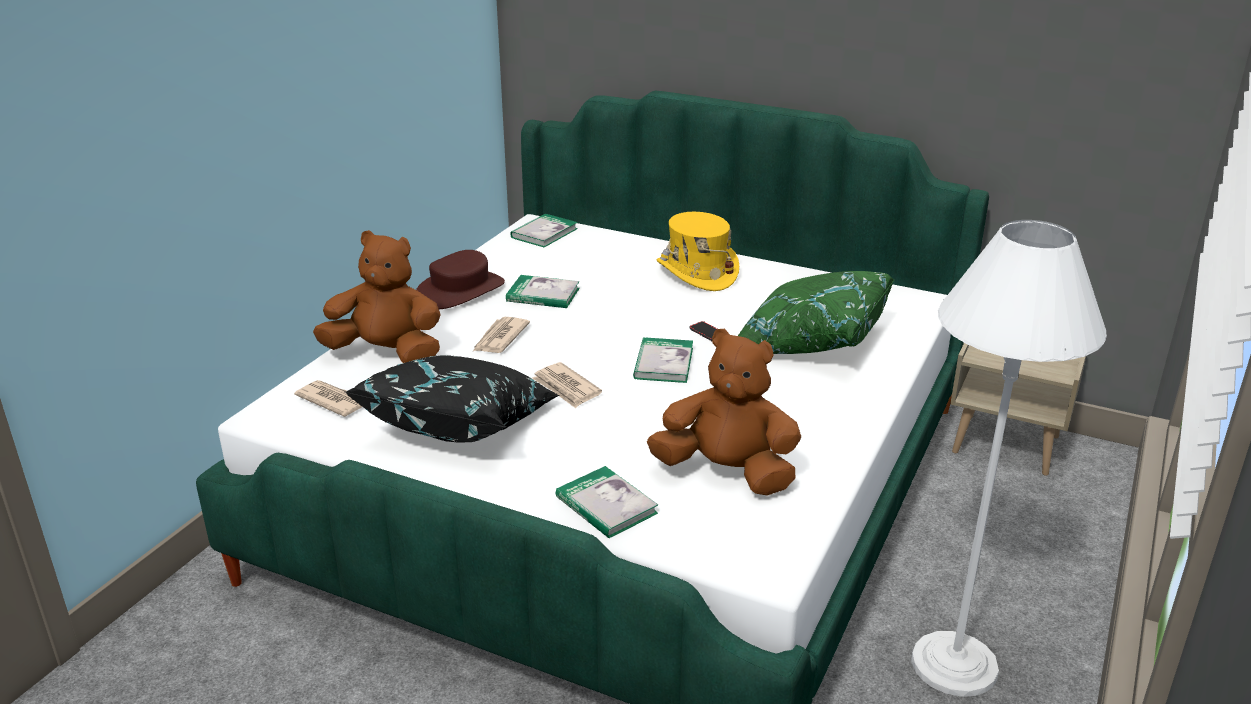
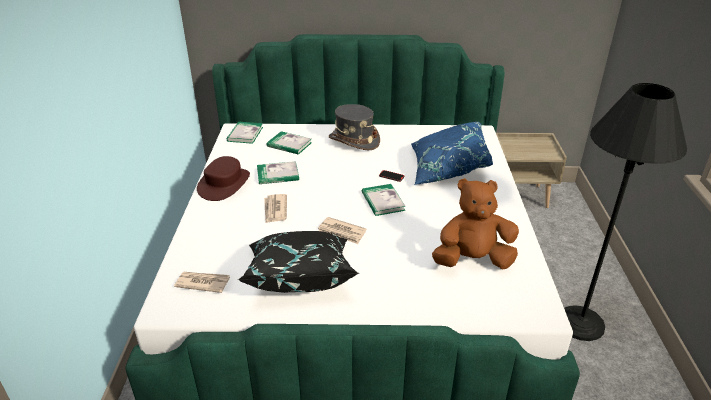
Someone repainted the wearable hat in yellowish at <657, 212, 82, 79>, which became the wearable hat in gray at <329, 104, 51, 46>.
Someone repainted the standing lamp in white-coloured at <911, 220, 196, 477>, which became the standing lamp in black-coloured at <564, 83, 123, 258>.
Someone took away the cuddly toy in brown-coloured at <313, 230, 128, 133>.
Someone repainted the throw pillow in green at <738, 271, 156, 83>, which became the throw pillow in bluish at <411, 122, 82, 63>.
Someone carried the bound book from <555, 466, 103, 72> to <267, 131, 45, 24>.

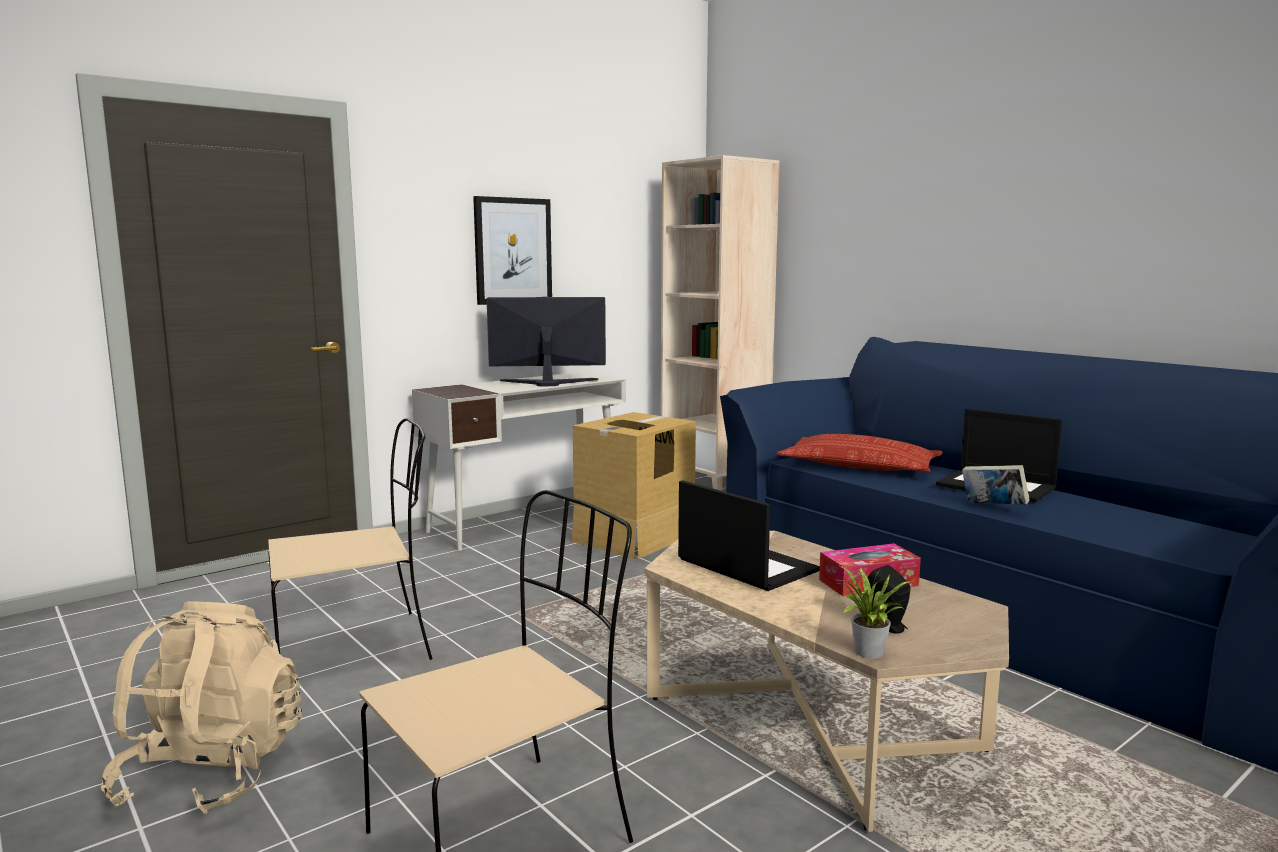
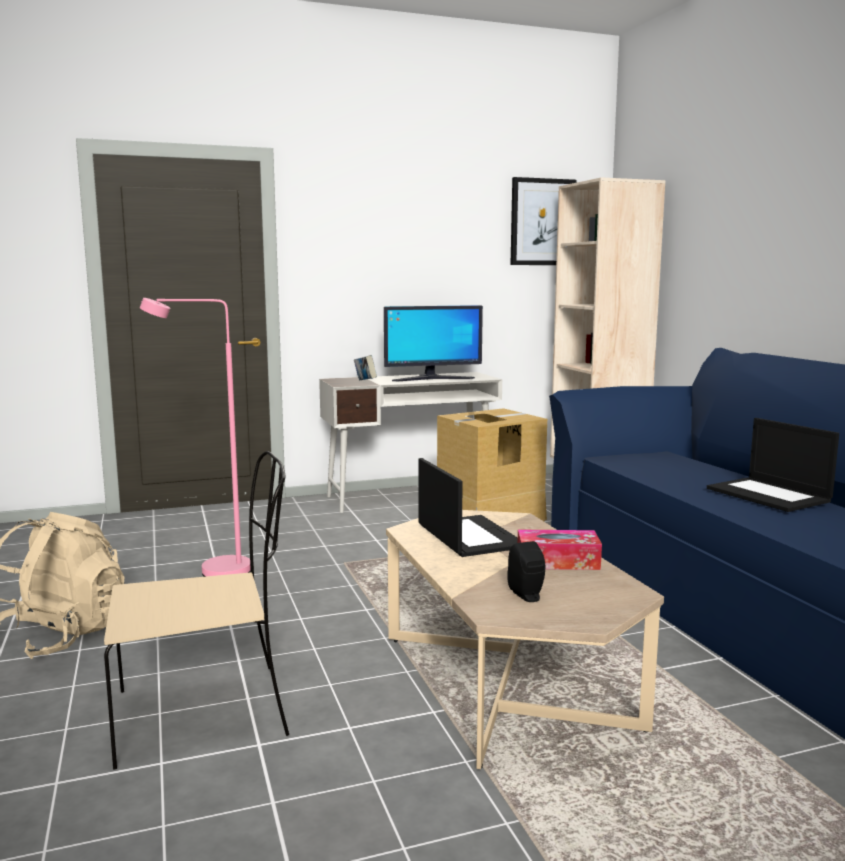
Someone carried the wall picture from <473, 196, 79, 109> to <510, 177, 66, 88>.
Someone rotated the computer display at <487, 297, 119, 89> by 150 degrees clockwise.
Someone swapped the chair in sand-coloured at <268, 418, 165, 242> for the standing lamp in pink-coloured at <140, 298, 111, 279>.
Someone took away the throw pillow at <776, 434, 167, 38>.
Someone carried the bound book from <962, 465, 68, 40> to <354, 355, 23, 25>.
Someone took away the houseplant at <838, 565, 73, 93>.

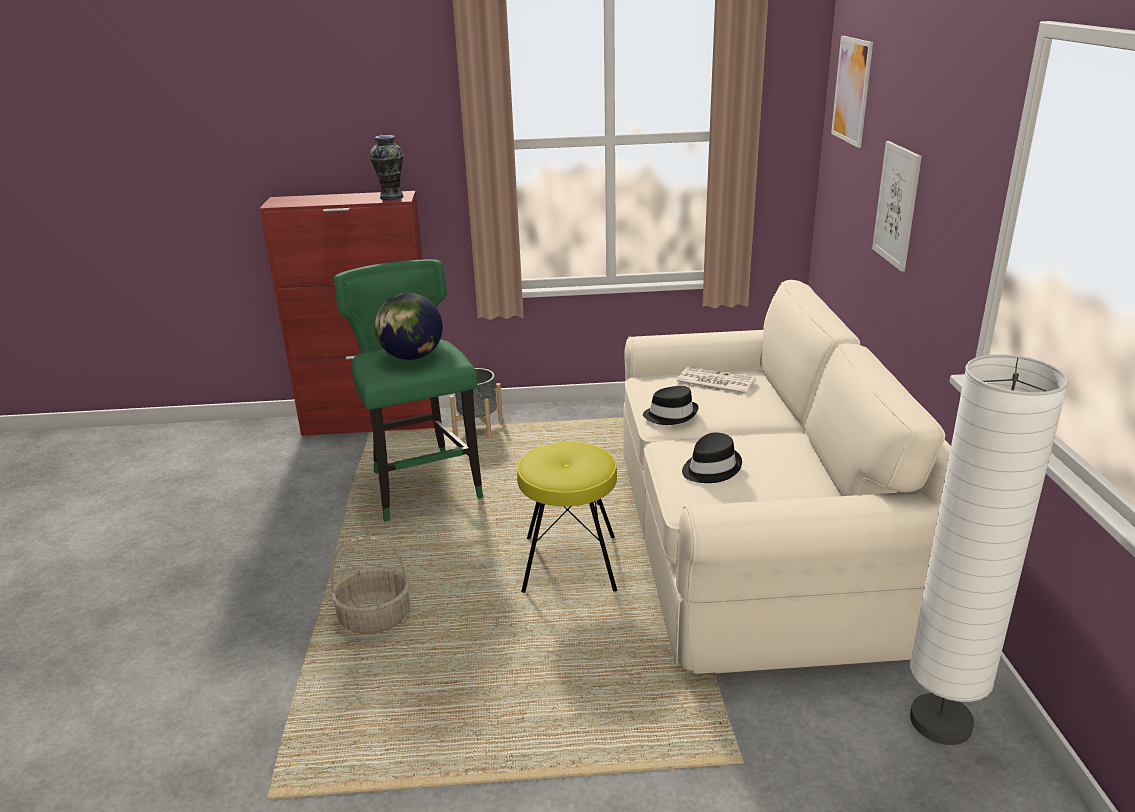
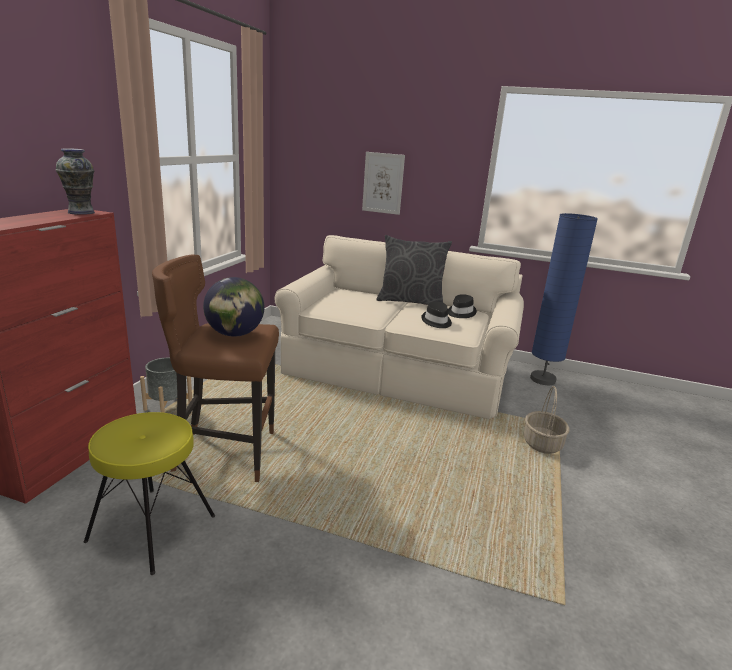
Someone took away the wall picture at <831, 36, 42, 112>.
Someone repainted the sitting stool in green at <334, 259, 149, 263>, which became the sitting stool in brown-coloured at <152, 254, 127, 228>.
Someone repainted the standing lamp in white-coloured at <910, 354, 159, 391>, which became the standing lamp in bluish at <530, 213, 68, 172>.
Someone took away the newspaper at <676, 366, 80, 30>.
Someone carried the wearable hat in black-coloured from <643, 386, 56, 39> to <448, 294, 29, 24>.
Someone carried the sitting stool in yellowish from <517, 442, 100, 151> to <84, 412, 131, 163>.
Someone carried the household basket from <330, 535, 80, 99> to <524, 386, 45, 68>.
Someone put down the throw pillow in gray at <376, 235, 76, 70>.

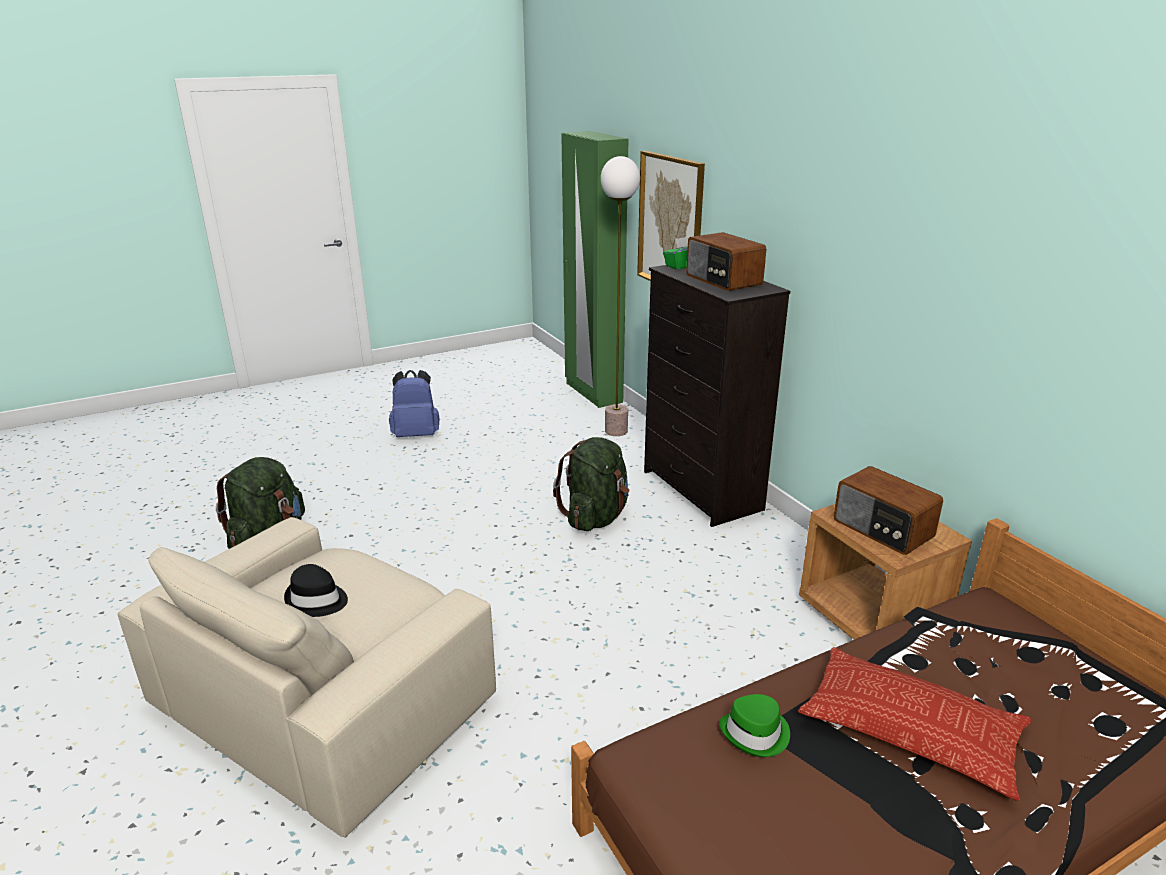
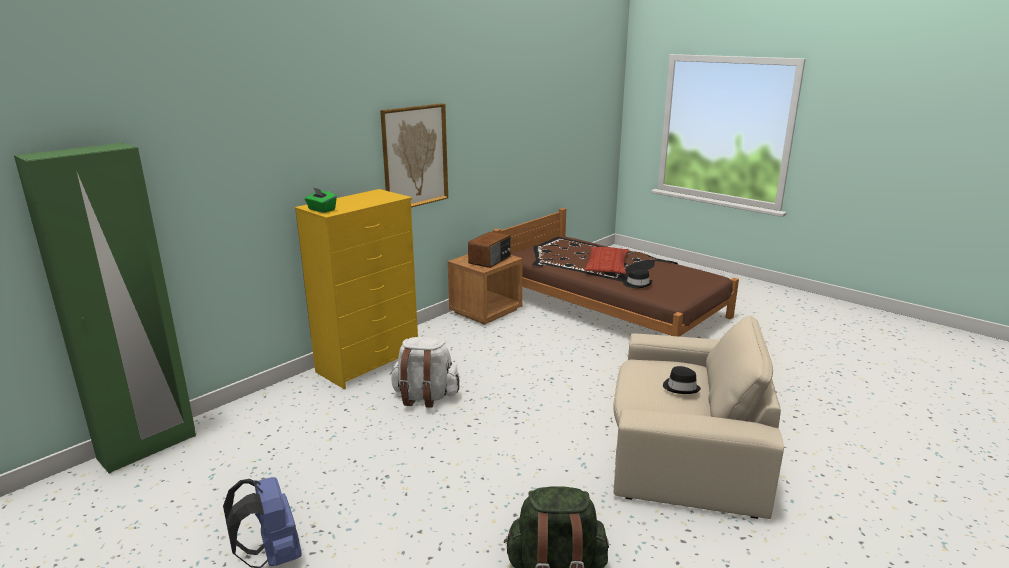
Someone carried the wall picture from <637, 151, 68, 130> to <380, 103, 68, 105>.
Someone took away the standing lamp at <601, 156, 39, 280>.
Someone took away the radio set at <686, 232, 81, 59>.
Someone repainted the chest of drawers in black-coloured at <644, 265, 146, 262>, which became the chest of drawers in yellowish at <295, 189, 123, 200>.
Someone repainted the rucksack in green at <553, 437, 77, 94>, which became the rucksack in white-coloured at <391, 337, 69, 71>.
Someone repainted the wearable hat in green at <719, 694, 71, 63>, which became the wearable hat in black-coloured at <623, 270, 30, 18>.

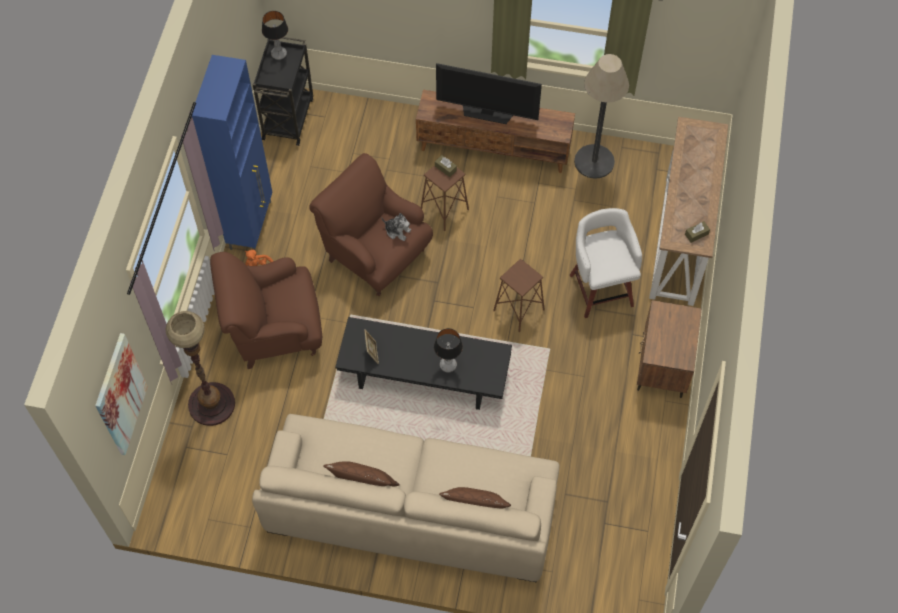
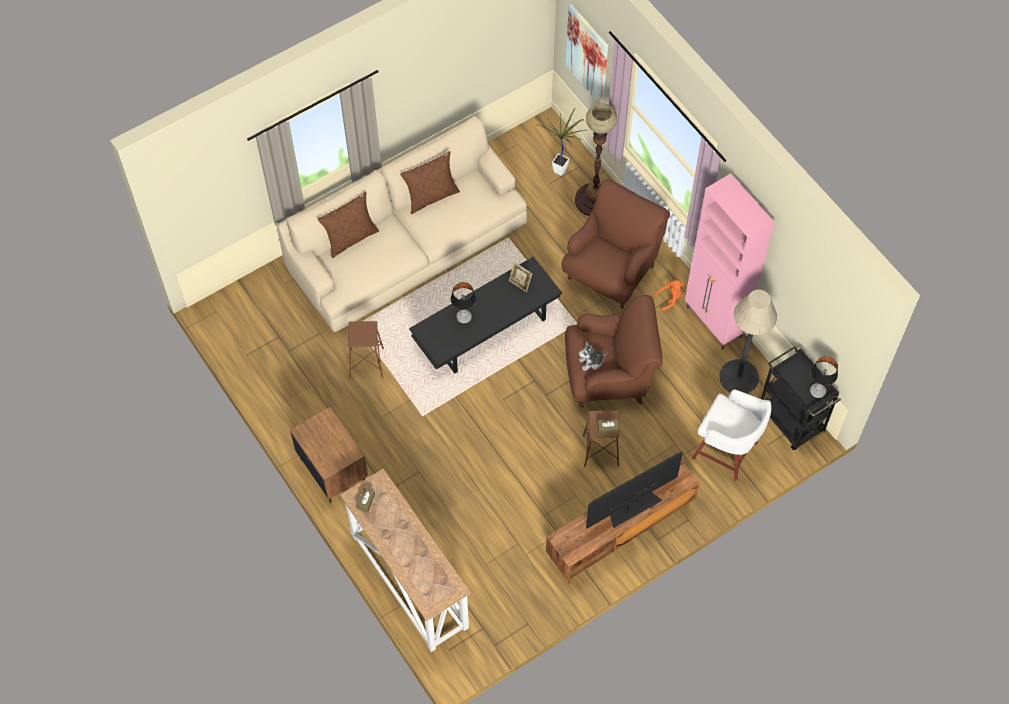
Someone carried the standing lamp from <574, 54, 55, 125> to <719, 290, 58, 104>.
Someone repainted the storage cabinet in bluish at <192, 55, 80, 196>, which became the storage cabinet in pink-coloured at <685, 174, 89, 176>.
Someone carried the sitting stool in white-coloured from <570, 208, 72, 110> to <692, 390, 80, 91>.
Someone carried the sitting stool in brown-coloured from <493, 259, 52, 74> to <348, 321, 36, 57>.
Someone put down the houseplant at <538, 108, 48, 68>.

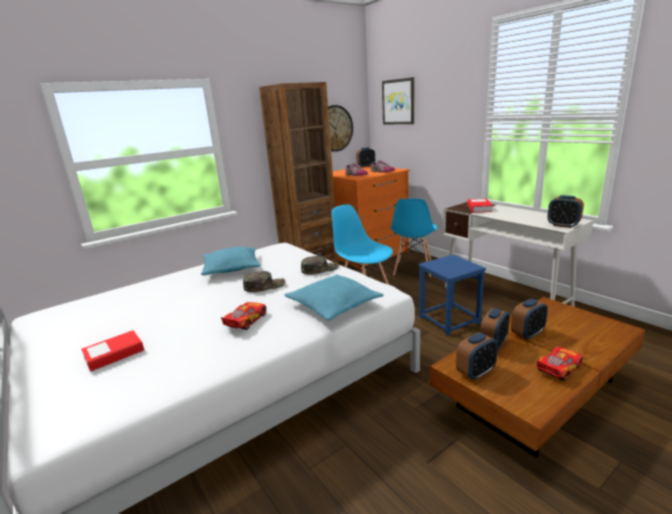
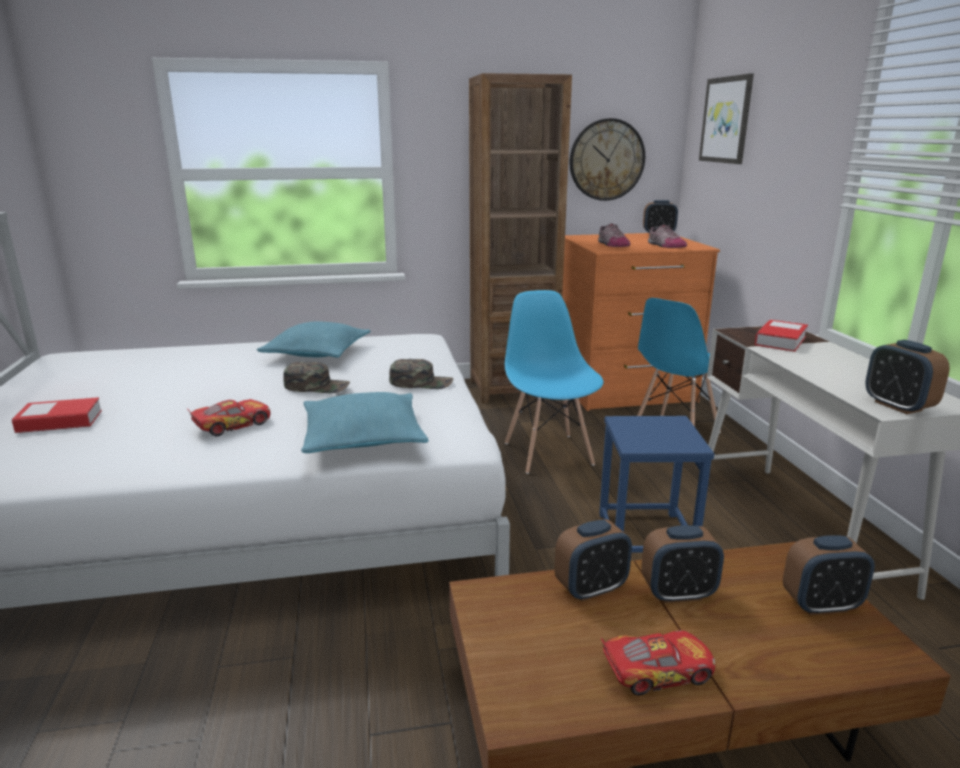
Someone carried the table clock from <456, 332, 42, 49> to <783, 535, 92, 80>.

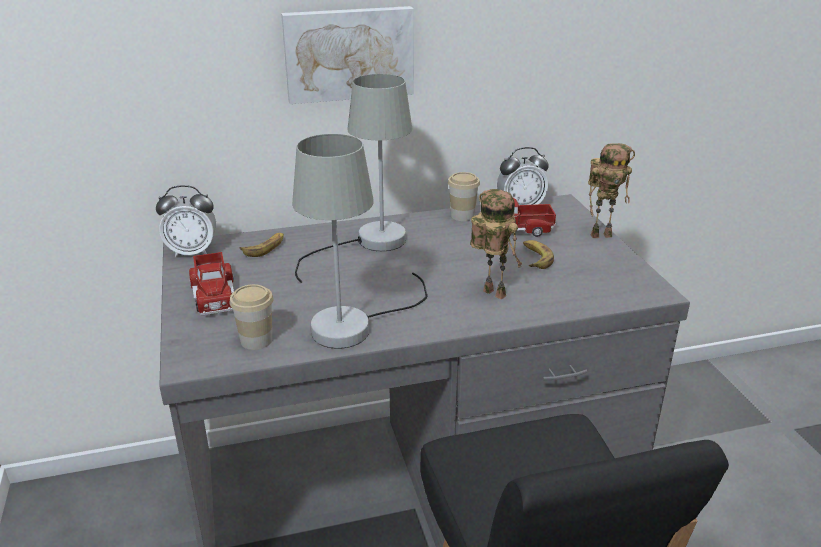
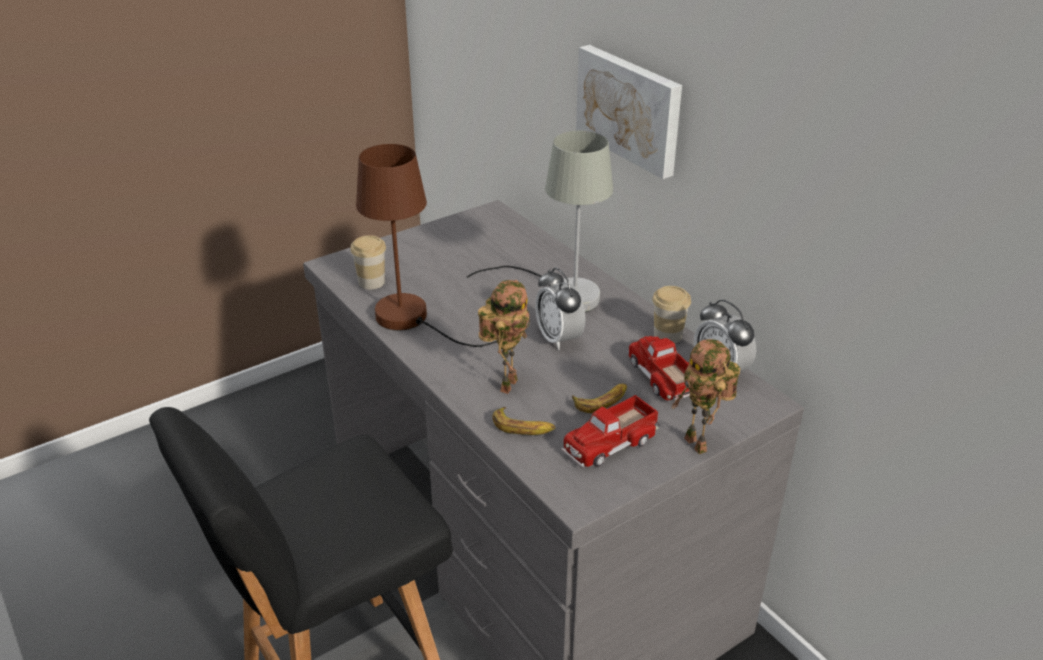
Someone repainted the lamp for a table in gray at <292, 134, 135, 215>, which became the lamp for a table in brown-coloured at <356, 144, 141, 203>.
Someone carried the table clock from <156, 185, 60, 73> to <535, 268, 51, 82>.
Someone carried the whole banana from <239, 233, 45, 24> to <492, 407, 64, 28>.
Someone carried the model truck from <189, 252, 45, 63> to <561, 395, 98, 74>.

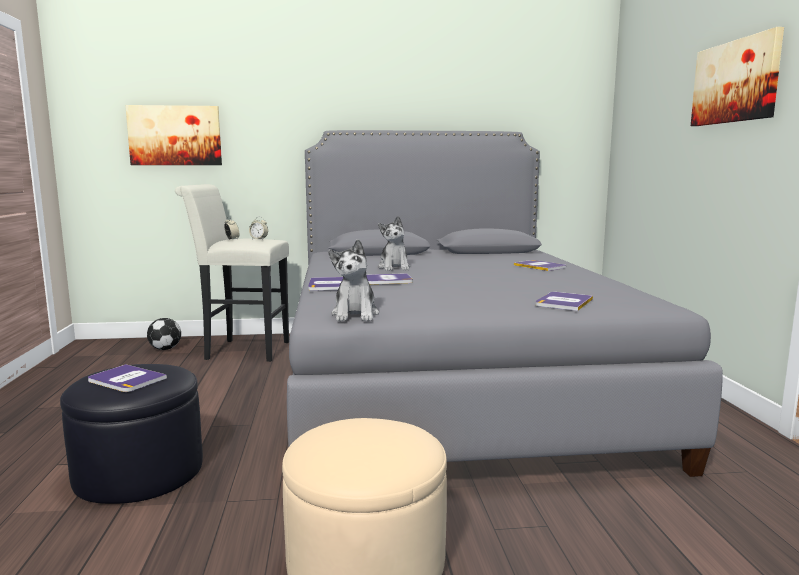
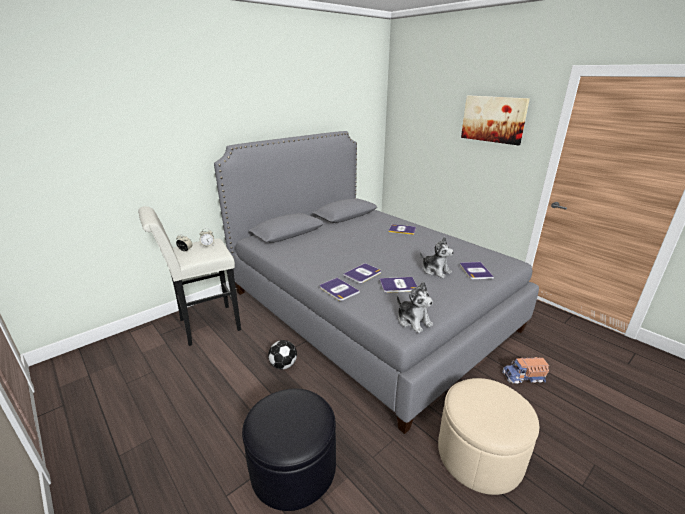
Someone took away the wall picture at <125, 105, 97, 60>.
Someone carried the cuddly toy from <378, 216, 32, 55> to <420, 237, 34, 41>.
Someone carried the football from <147, 318, 34, 32> to <268, 340, 29, 29>.
Someone carried the bound book from <88, 364, 79, 28> to <379, 277, 38, 16>.
Someone put down the model truck at <502, 357, 47, 27>.

